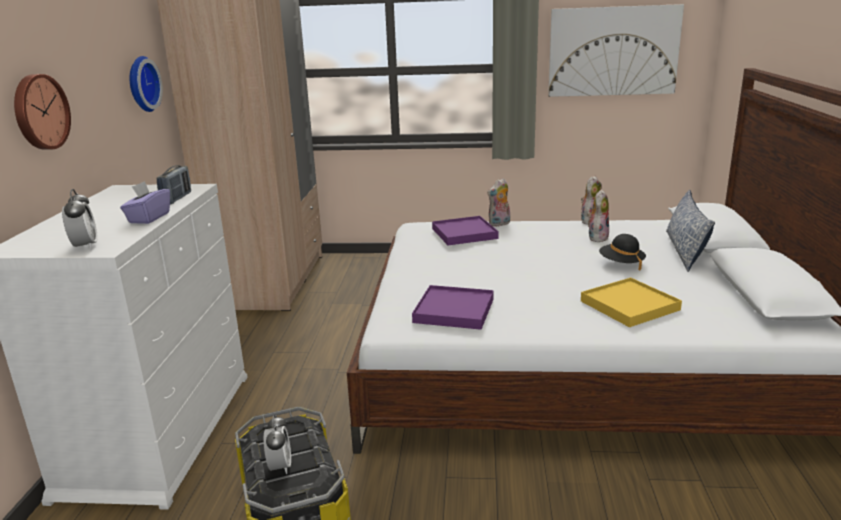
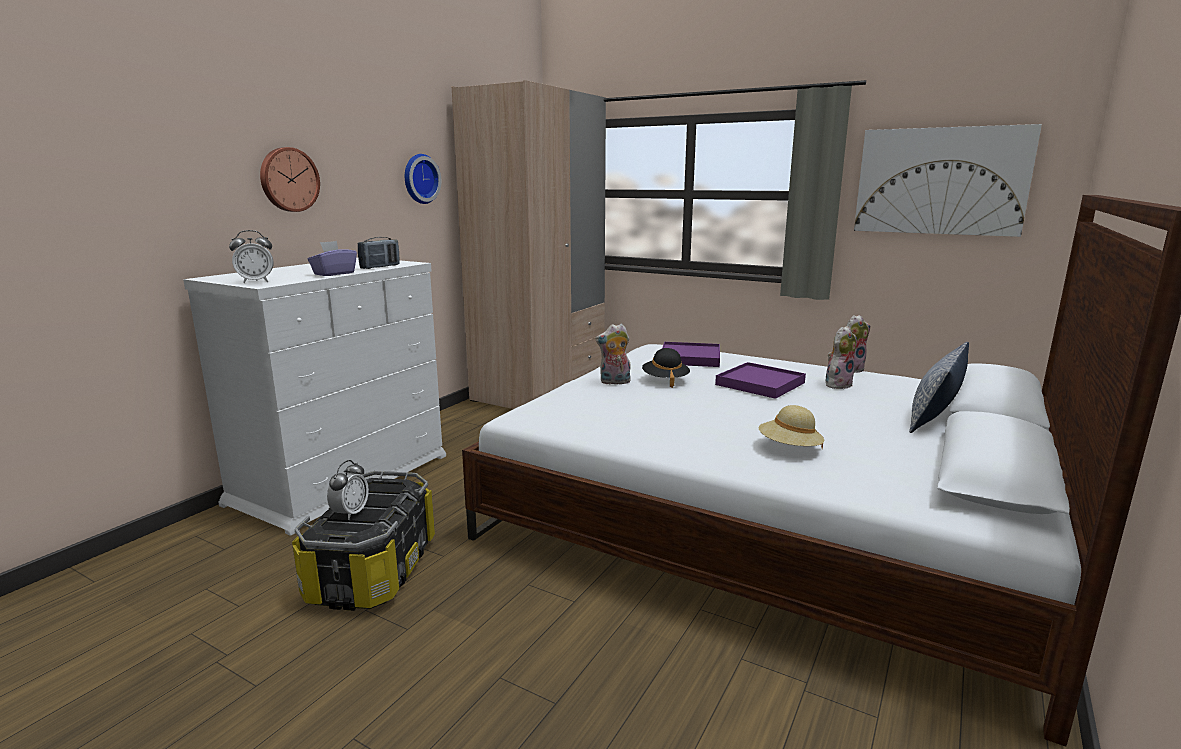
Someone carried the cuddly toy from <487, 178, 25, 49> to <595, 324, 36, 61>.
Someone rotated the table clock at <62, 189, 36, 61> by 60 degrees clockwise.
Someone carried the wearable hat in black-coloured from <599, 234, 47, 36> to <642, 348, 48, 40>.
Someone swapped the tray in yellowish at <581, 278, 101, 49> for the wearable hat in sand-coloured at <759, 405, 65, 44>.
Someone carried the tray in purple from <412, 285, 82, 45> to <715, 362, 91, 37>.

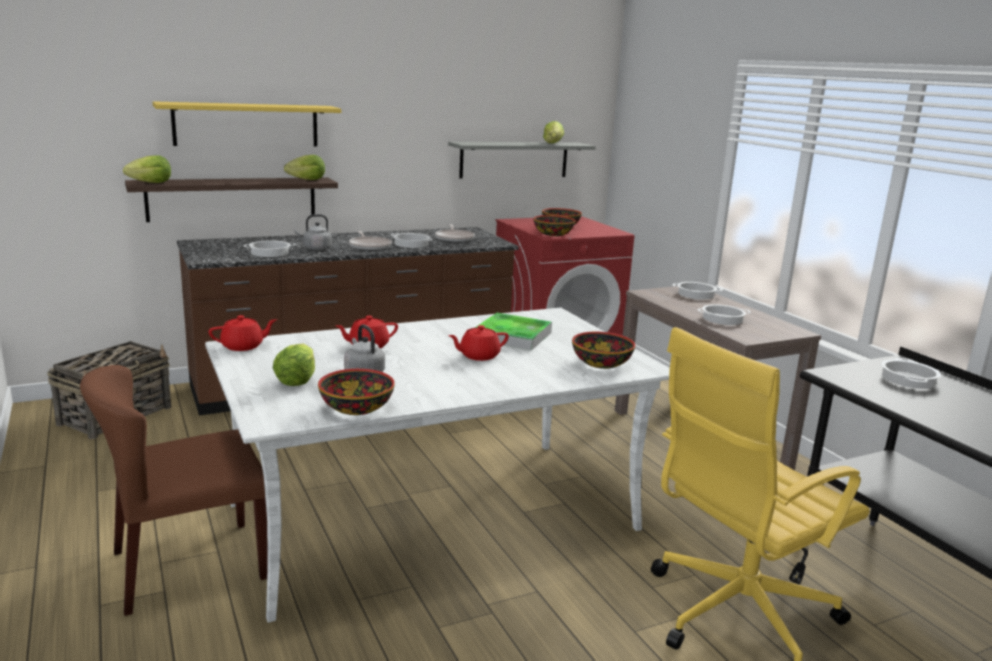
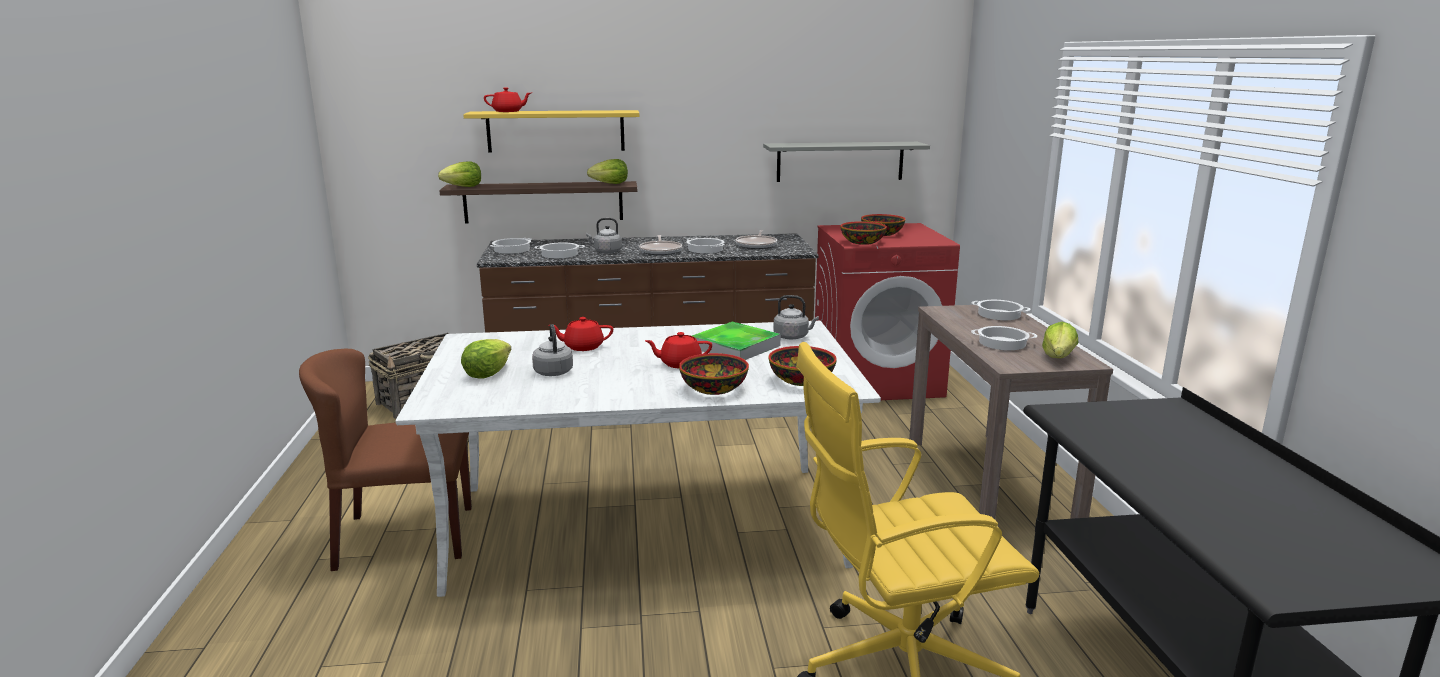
Someone carried the head of lettuce from <543, 121, 21, 22> to <1042, 322, 36, 36>.
Someone carried the tea pot in reddish from <209, 315, 68, 36> to <484, 87, 47, 25>.
Someone carried the cooking pot from <881, 358, 60, 31> to <490, 238, 42, 16>.
Someone carried the deep dish from <318, 369, 77, 46> to <679, 353, 70, 42>.
Someone put down the kettle in gray at <774, 295, 45, 44>.

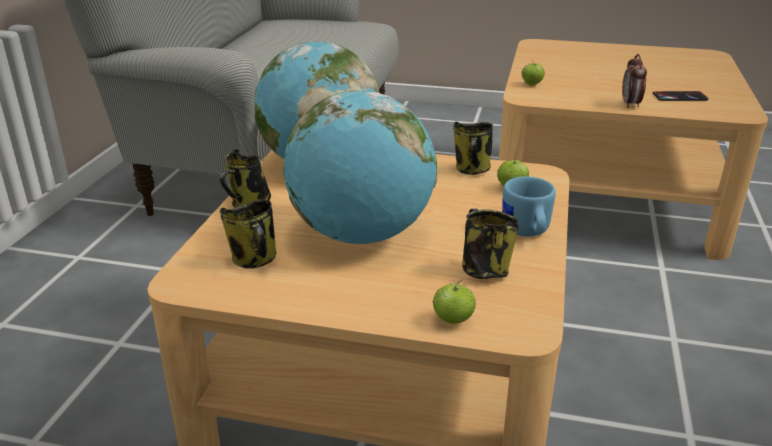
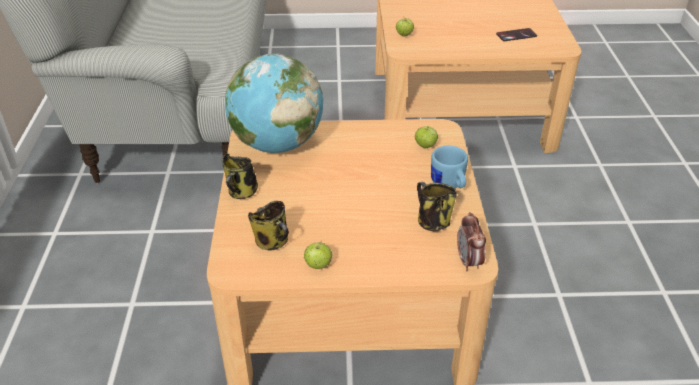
Someone carried the table clock from <622, 54, 25, 54> to <457, 212, 29, 59>.
Someone took away the world globe at <283, 91, 154, 153>.
Someone took away the tea mug at <453, 122, 40, 53>.
Someone carried the whole apple from <433, 280, 43, 44> to <304, 242, 28, 27>.

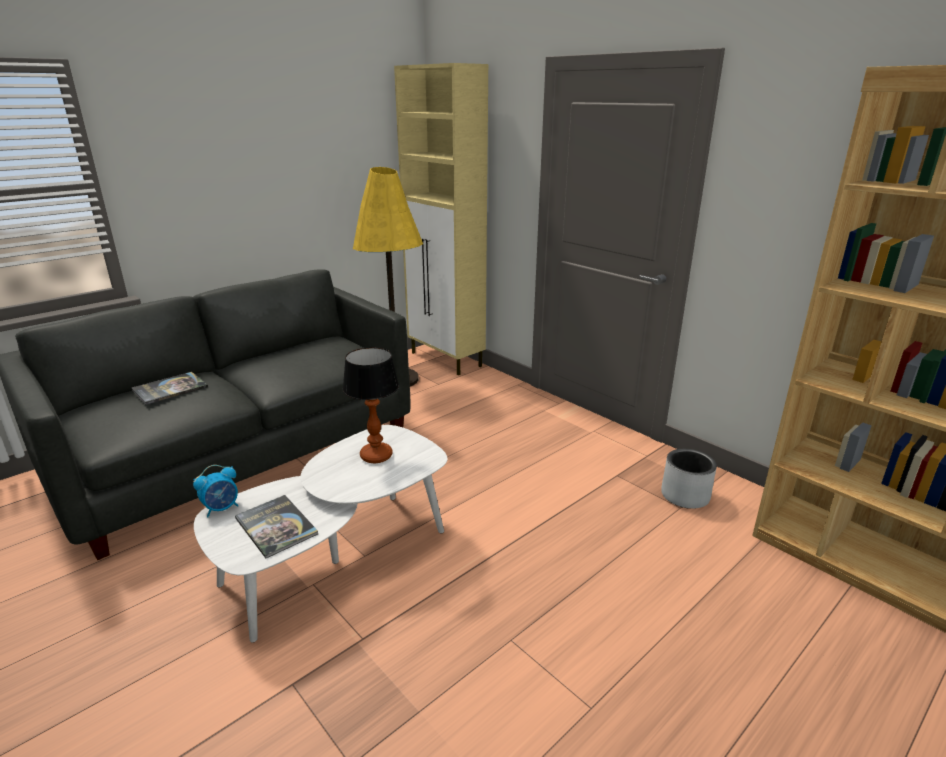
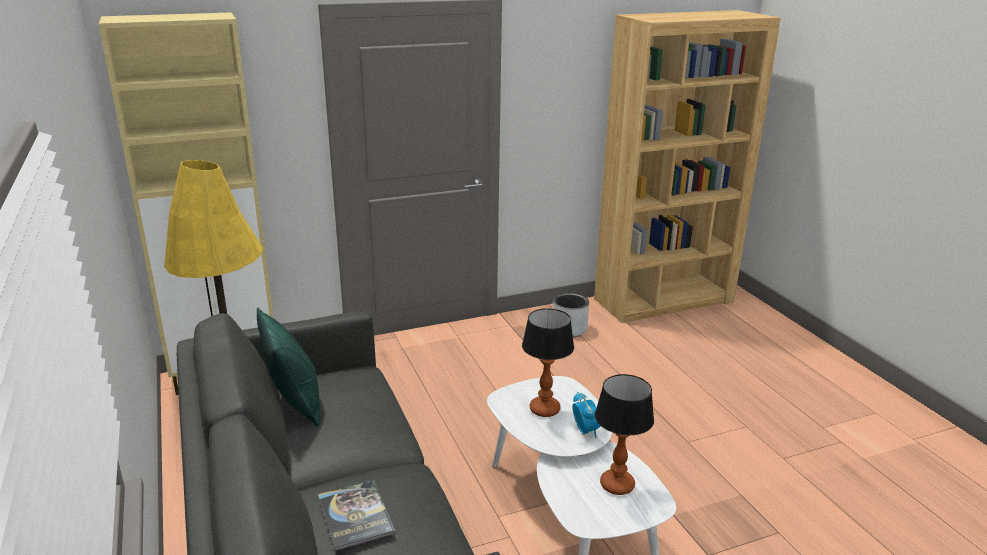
Someone carried the table clock from <193, 465, 46, 53> to <573, 392, 27, 46>.
Someone swapped the bound book at <235, 495, 83, 63> for the lamp for a table at <595, 374, 59, 121>.
Someone put down the throw pillow in green at <257, 308, 64, 119>.

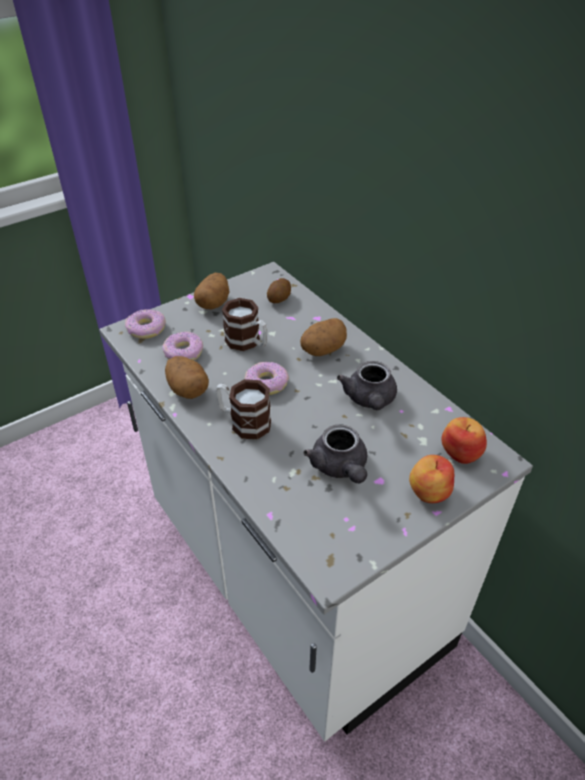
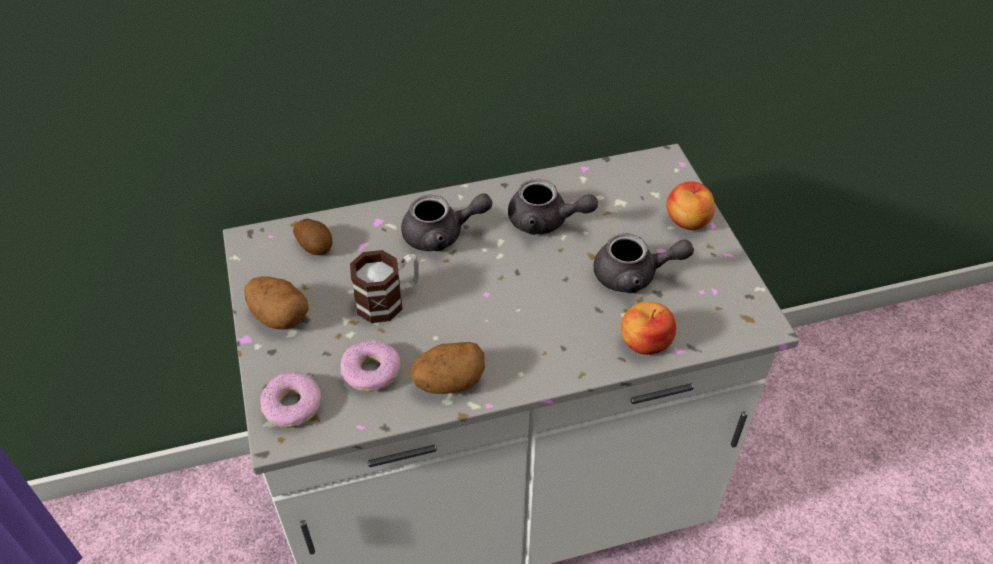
Someone swapped the whole potato at <300, 318, 47, 38> for the tea pot in gray at <401, 193, 92, 58>.
Someone took away the donut at <245, 362, 44, 33>.
Someone took away the tea mug at <216, 379, 55, 61>.
Someone carried the whole apple from <441, 417, 46, 47> to <621, 302, 55, 53>.

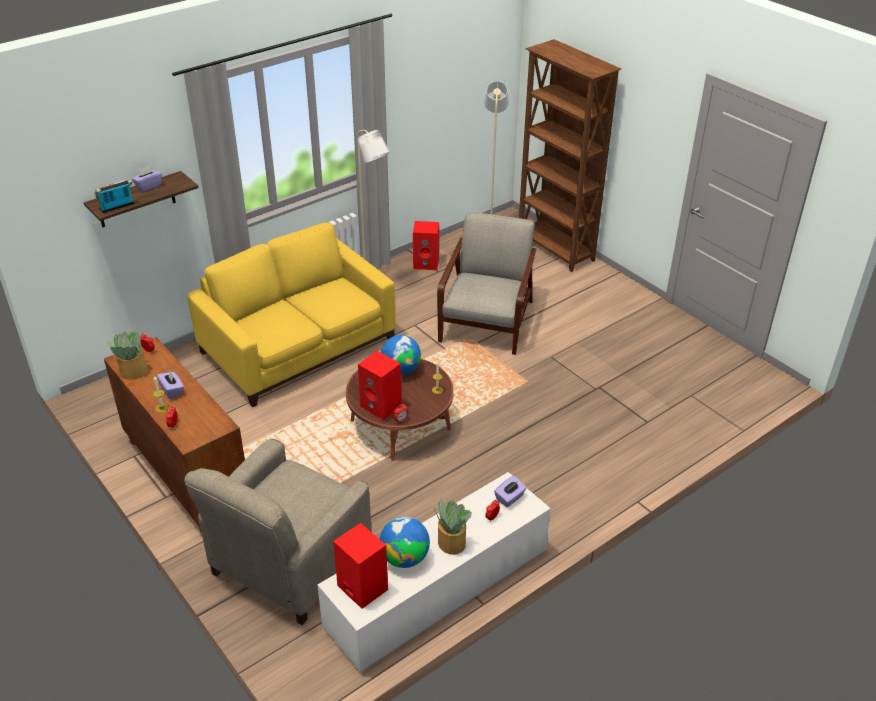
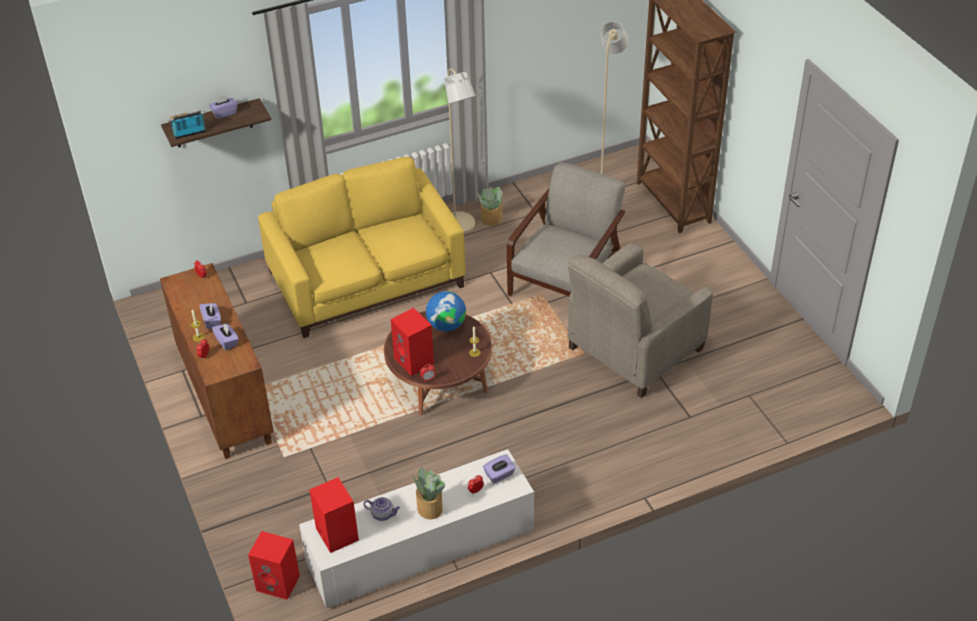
Someone carried the audio speaker in reddish from <413, 221, 26, 49> to <248, 531, 52, 69>.
Someone carried the houseplant from <107, 330, 40, 50> to <477, 187, 26, 39>.
Someone carried the easy chair in sand-coloured from <185, 439, 187, 186> to <568, 243, 145, 155>.
Someone swapped the world globe at <380, 517, 50, 51> for the tea pot at <363, 497, 37, 24>.
Someone put down the box of tissues in purple at <212, 323, 27, 27>.

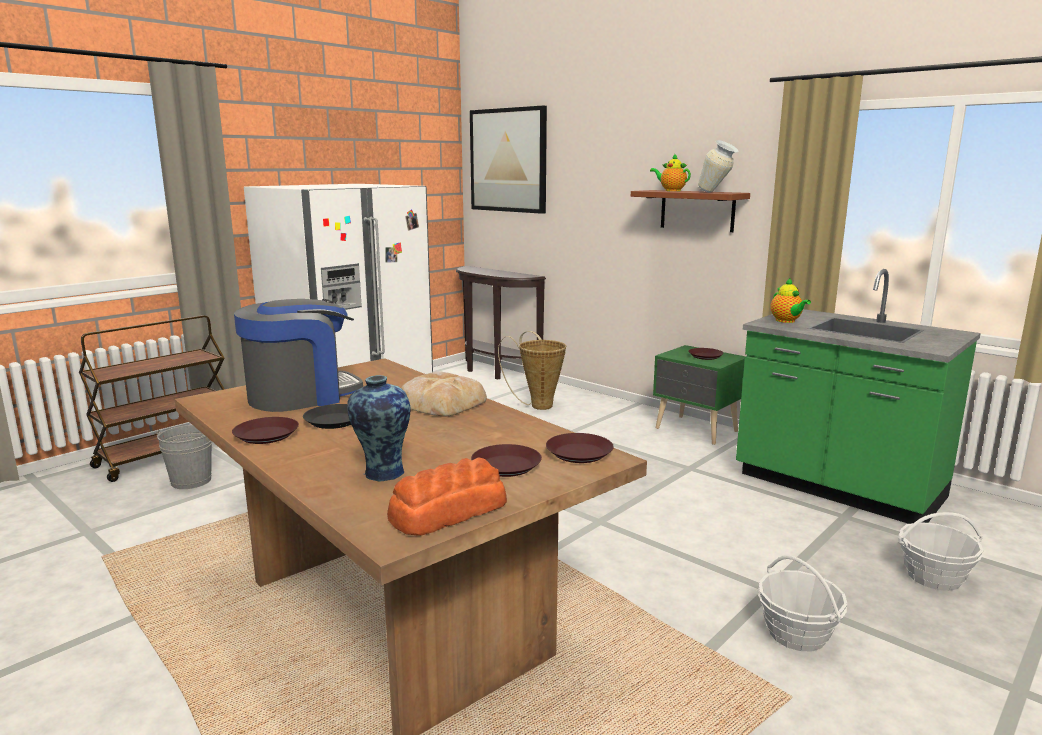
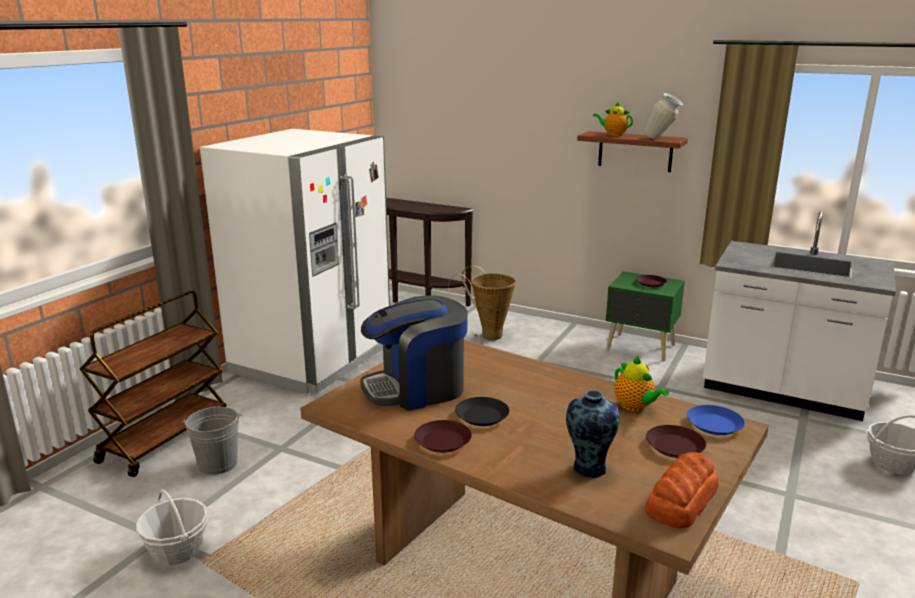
Someone took away the wall picture at <470, 106, 77, 108>.
Someone repainted the kitchen counter in green at <736, 269, 245, 255>, which became the kitchen counter in white-coloured at <703, 212, 193, 209>.
Someone carried the tea pot from <770, 278, 41, 45> to <614, 356, 55, 56>.
Someone rotated the coffee brewer at <234, 299, 129, 113> by 150 degrees counterclockwise.
Someone took away the bakery bread at <401, 372, 86, 45>.
Someone repainted the plate in brown-coloured at <546, 433, 68, 30>, which became the plate in bluish at <687, 405, 58, 30>.
Someone carried the household basket from <757, 555, 91, 96> to <136, 489, 72, 76>.

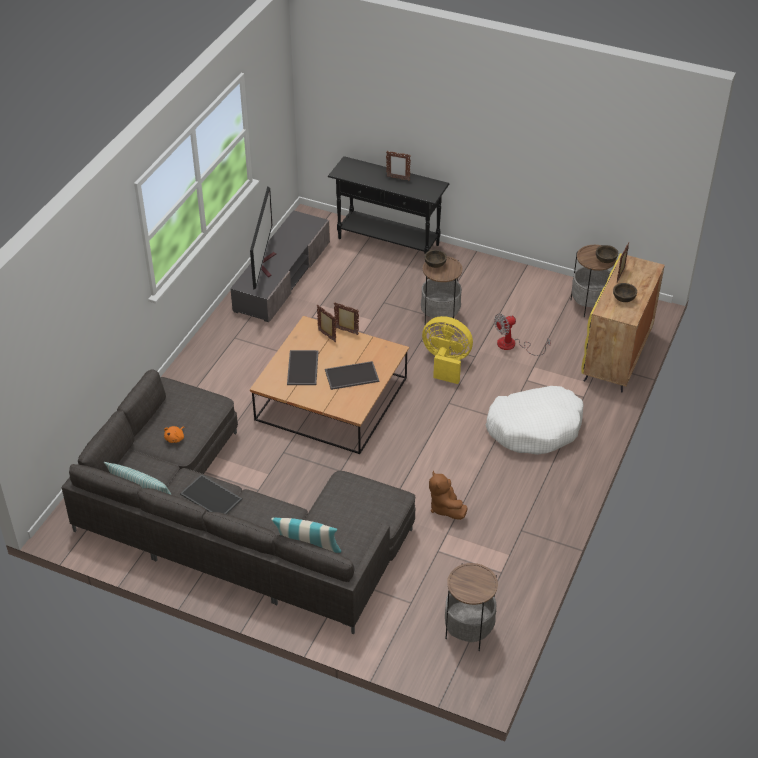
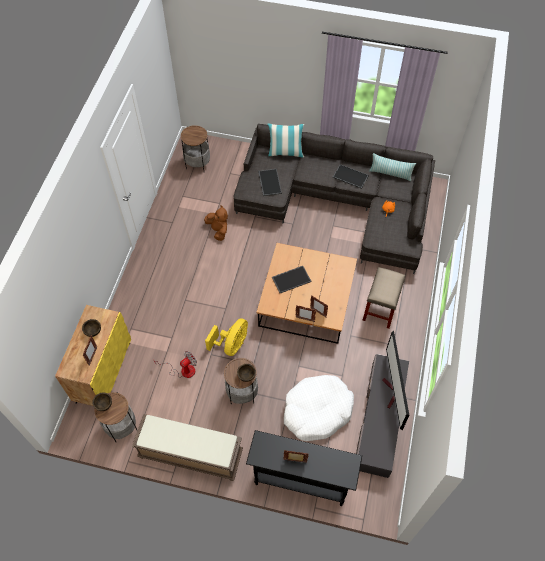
Someone rotated the fan in yellowish at <422, 316, 51, 68> by 75 degrees counterclockwise.
Someone carried the tray from <287, 350, 31, 35> to <258, 169, 24, 27>.
Someone carried the pet bed in white-coloured from <486, 386, 98, 69> to <284, 375, 70, 66>.
Someone put down the sitting stool in sand-coloured at <363, 267, 42, 61>.
Someone put down the bench in brown-coloured at <132, 414, 111, 67>.

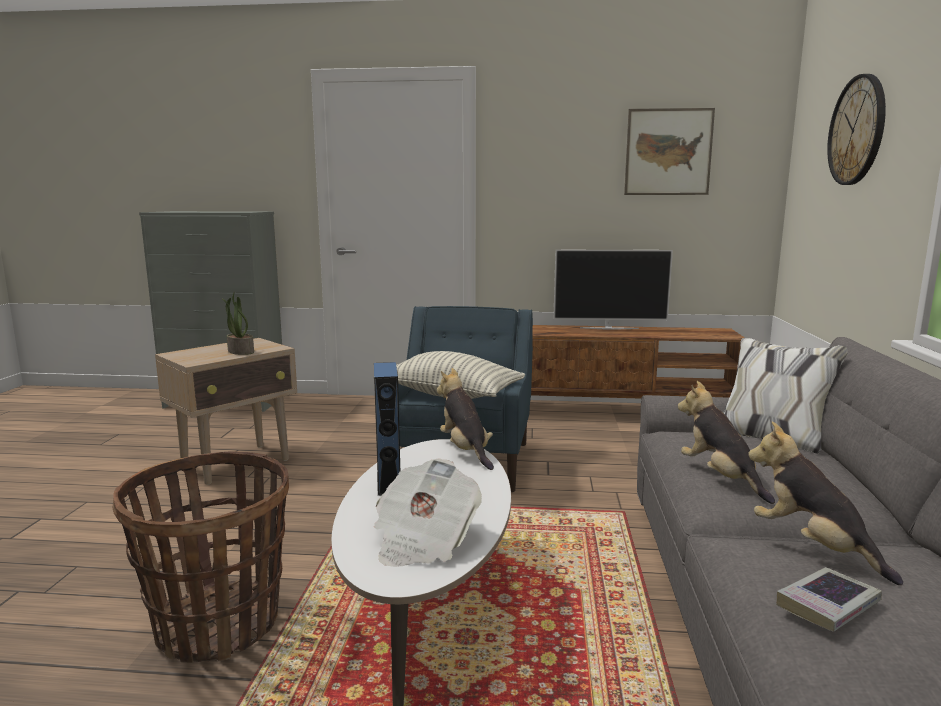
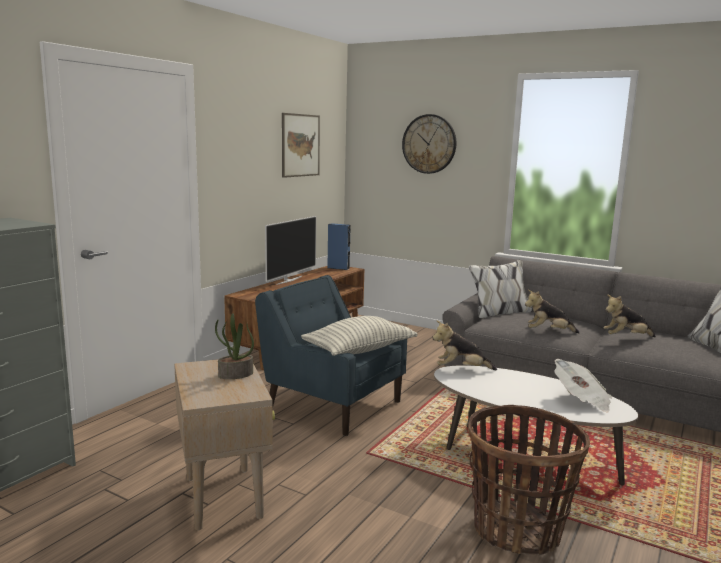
Someone carried the audio speaker in bluish from <374, 362, 26, 134> to <327, 223, 24, 47>.
Someone took away the bound book at <777, 567, 105, 65>.

